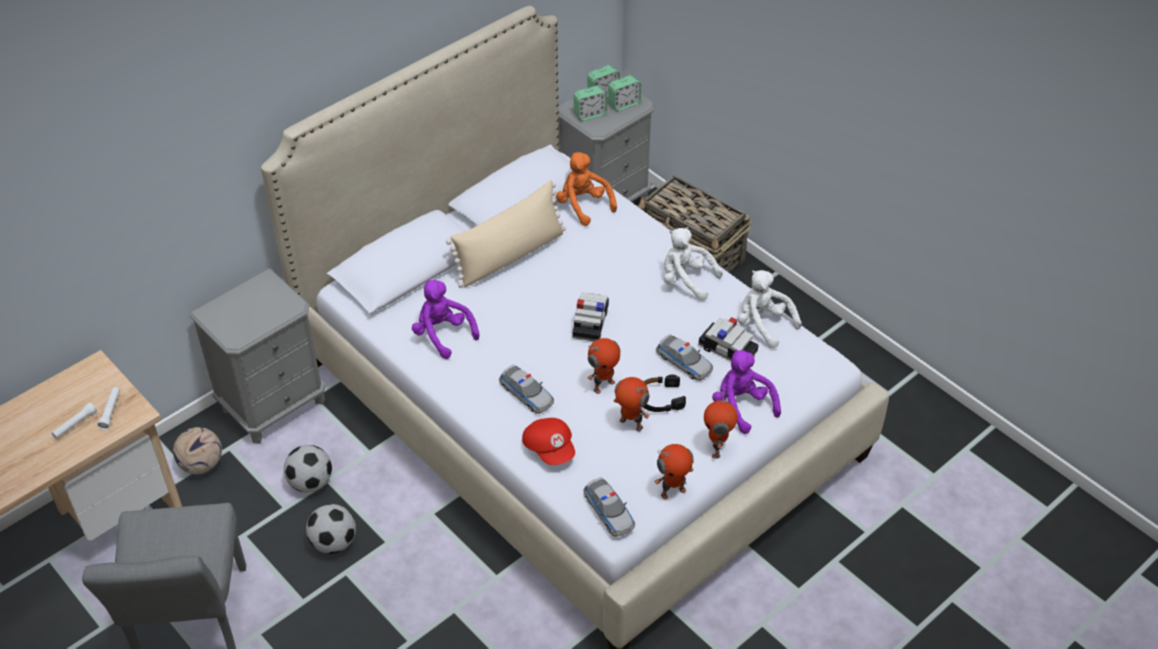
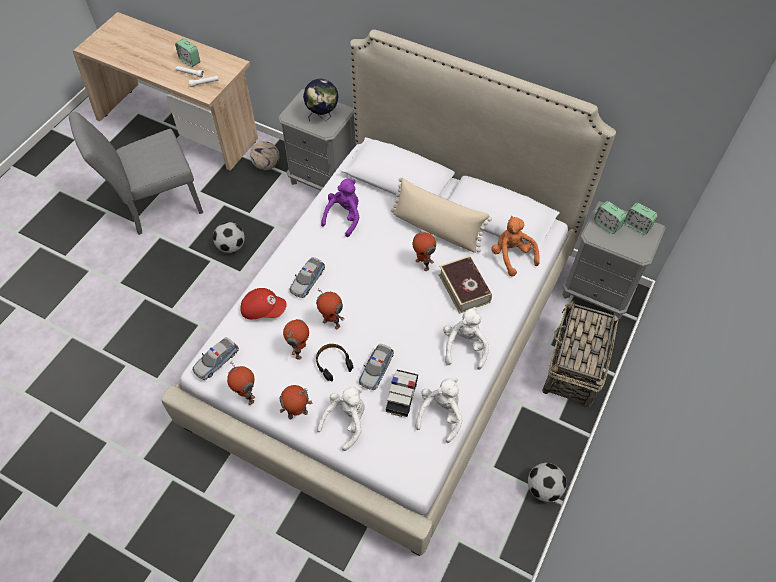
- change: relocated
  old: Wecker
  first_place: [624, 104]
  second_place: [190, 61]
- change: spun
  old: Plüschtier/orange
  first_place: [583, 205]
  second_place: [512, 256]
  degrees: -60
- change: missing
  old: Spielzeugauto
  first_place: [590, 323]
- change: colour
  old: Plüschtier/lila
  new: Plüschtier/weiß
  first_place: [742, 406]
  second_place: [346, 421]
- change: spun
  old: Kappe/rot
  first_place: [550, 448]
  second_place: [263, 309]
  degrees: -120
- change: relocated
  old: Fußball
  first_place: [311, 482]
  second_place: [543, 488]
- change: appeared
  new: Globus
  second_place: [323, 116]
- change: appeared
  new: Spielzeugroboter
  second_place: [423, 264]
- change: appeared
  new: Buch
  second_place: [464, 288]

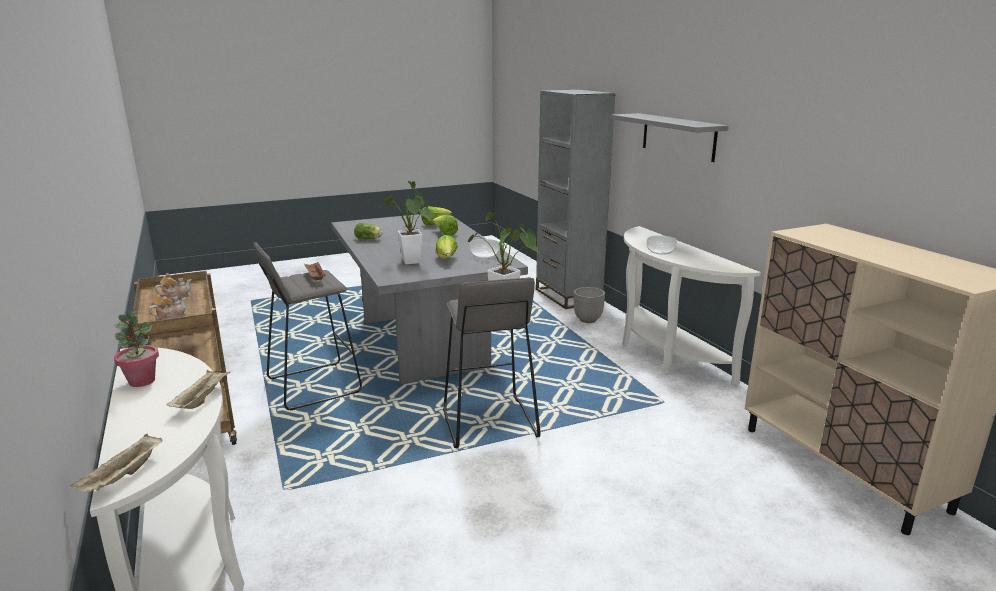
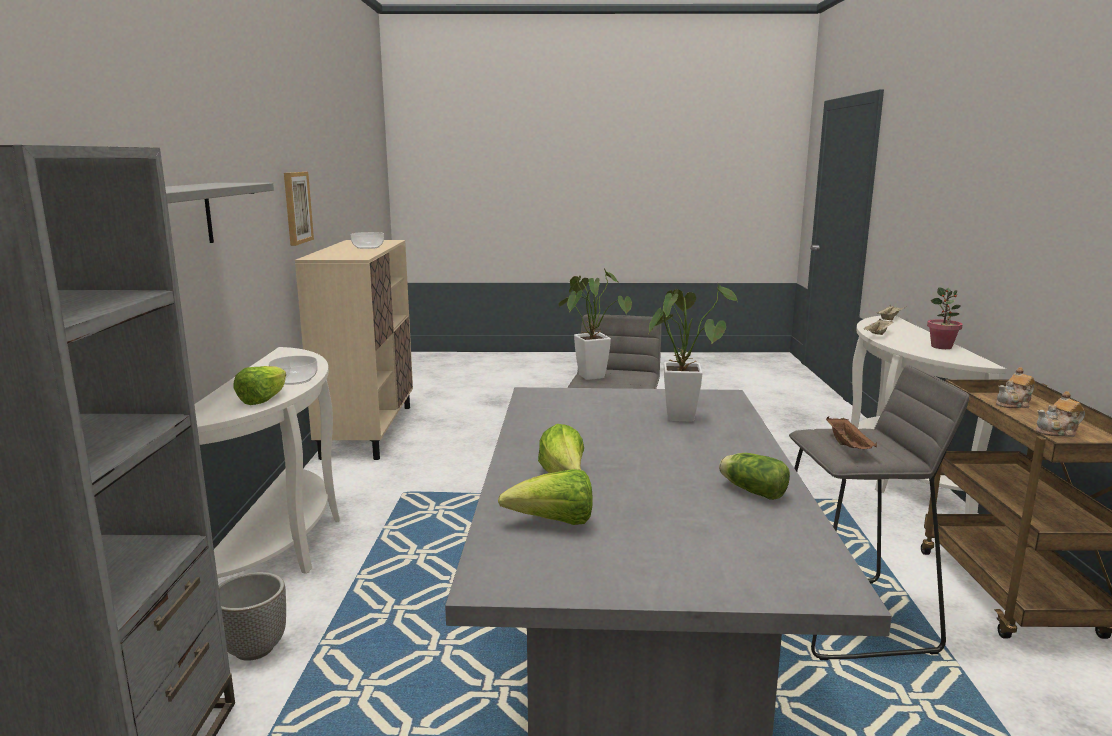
- change: relocated
  old: Salatkopf
  first_place: [446, 259]
  second_place: [263, 400]
- change: relocated
  old: Schüssel
  first_place: [484, 255]
  second_place: [367, 247]
- change: appeared
  new: Bild
  second_place: [296, 207]

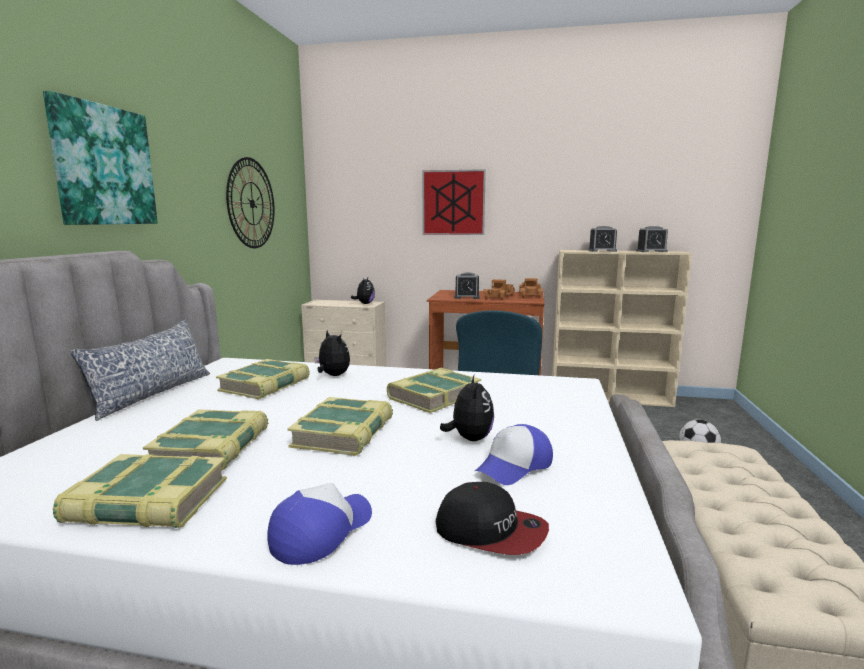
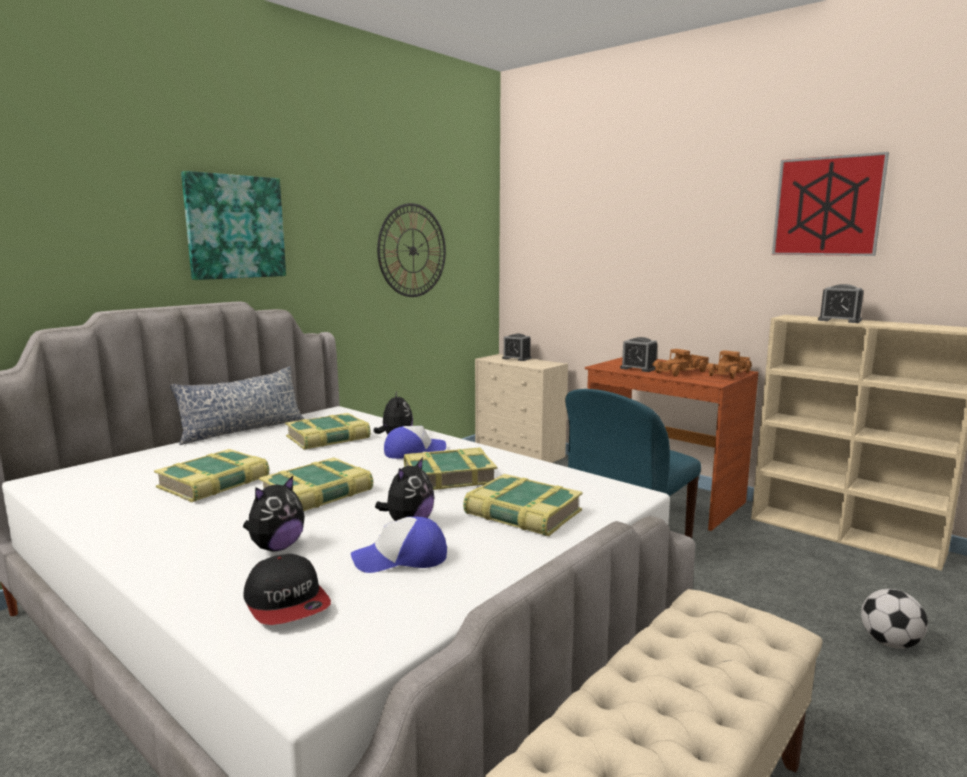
- change: relocated
  old: Bild
  first_place: [453, 202]
  second_place: [827, 206]
- change: relocated
  old: Wecker
  first_place: [651, 251]
  second_place: [516, 358]
- change: relocated
  old: Plüschtier
  first_place: [364, 303]
  second_place: [276, 547]
- change: relocated
  old: Buch
  first_place: [147, 502]
  second_place: [522, 514]
- change: relocated
  old: Kappe
  first_place: [321, 532]
  second_place: [414, 451]

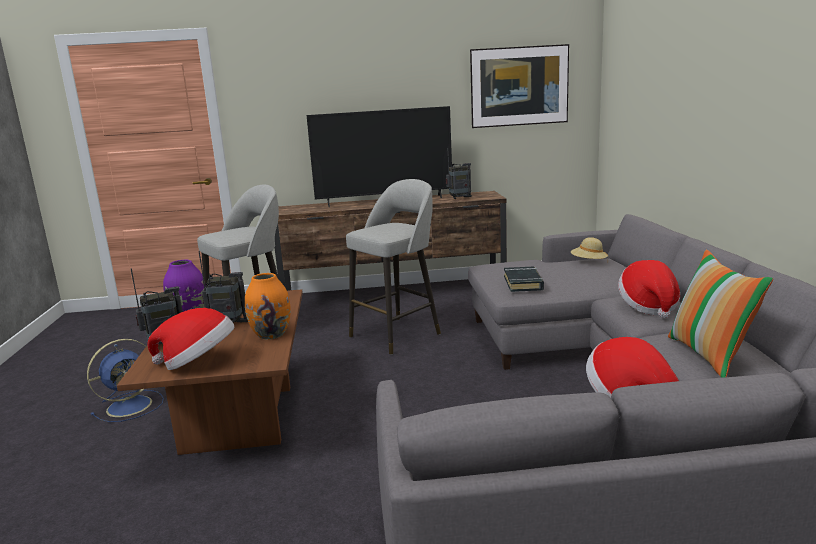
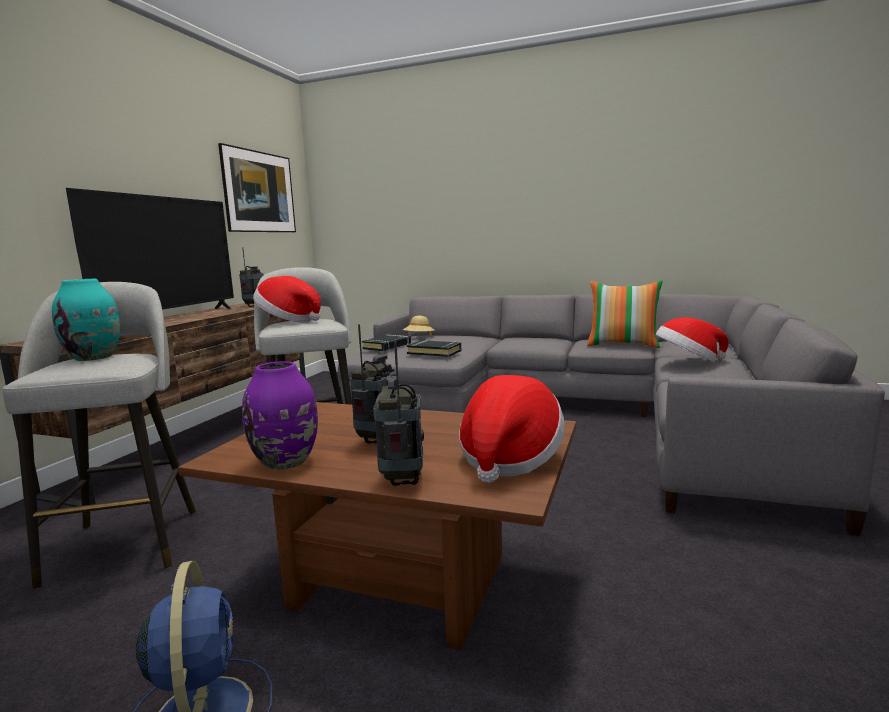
- change: relocated
  old: Hut
  first_place: [648, 306]
  second_place: [288, 321]
- change: missing
  old: Vase/orange
  first_place: [271, 334]
- change: appeared
  new: Vase/türkis
  second_place: [94, 357]
- change: appeared
  new: Buch/schwarz
  second_place: [387, 346]

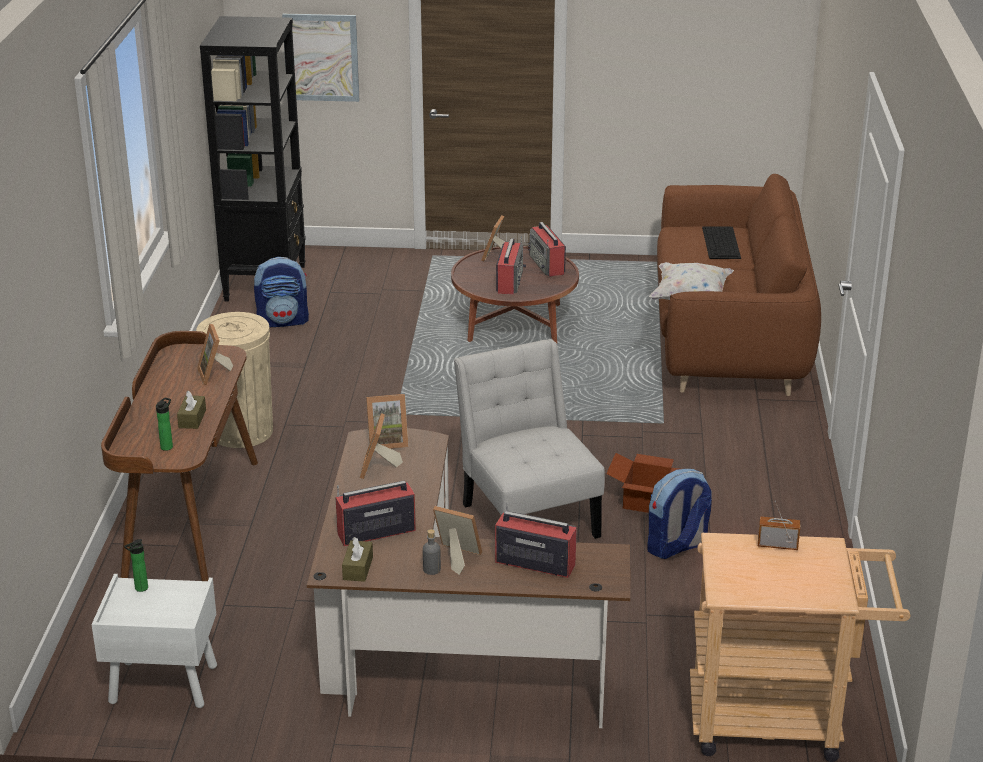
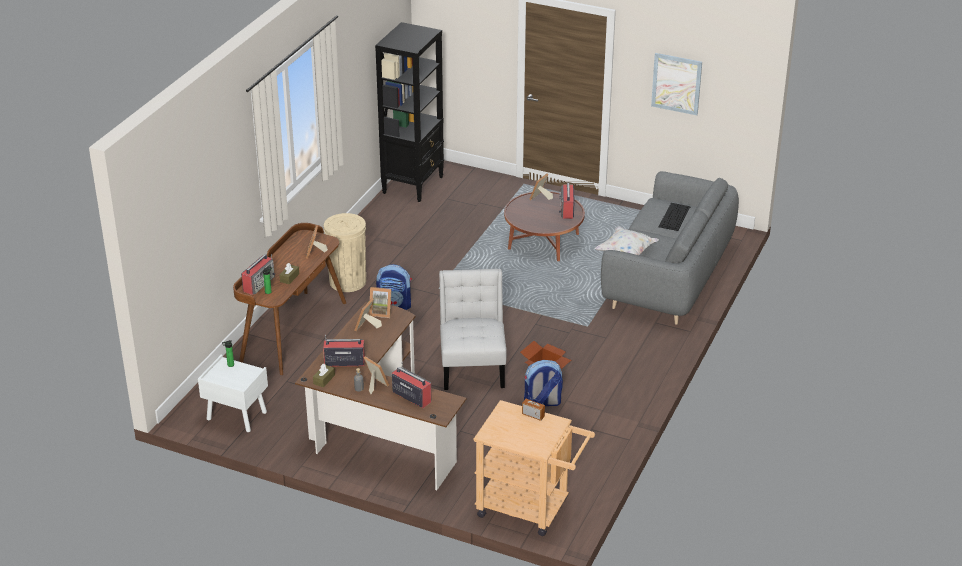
- change: relocated
  old: Bild
  first_place: [321, 57]
  second_place: [676, 83]
- change: colour
  old: Sofa/braun
  new: Sofa/grau
  first_place: [729, 338]
  second_place: [668, 278]
- change: relocated
  old: Radio
  first_place: [509, 281]
  second_place: [259, 283]
- change: relocated
  old: Rucksack
  first_place: [283, 321]
  second_place: [395, 305]

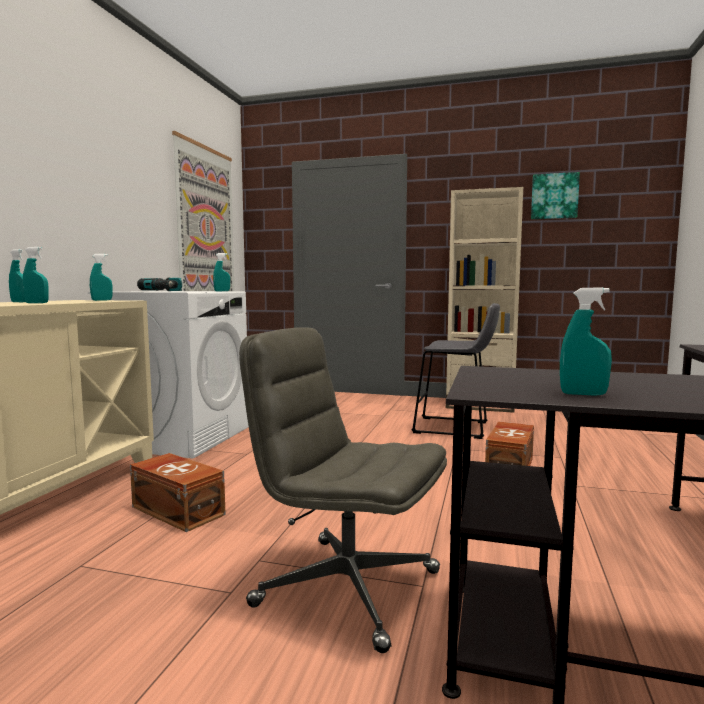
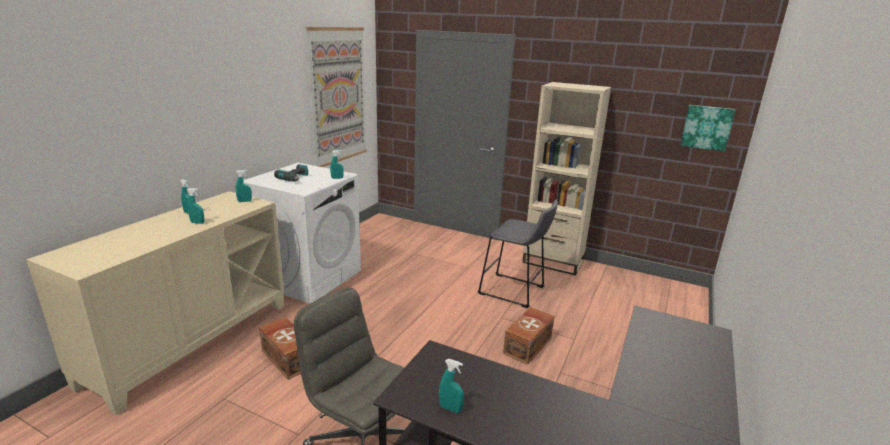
- change: relocated
  old: Bild
  first_place: [554, 196]
  second_place: [707, 127]

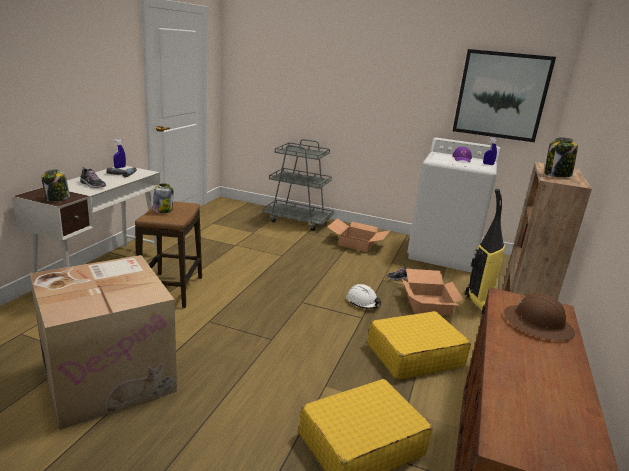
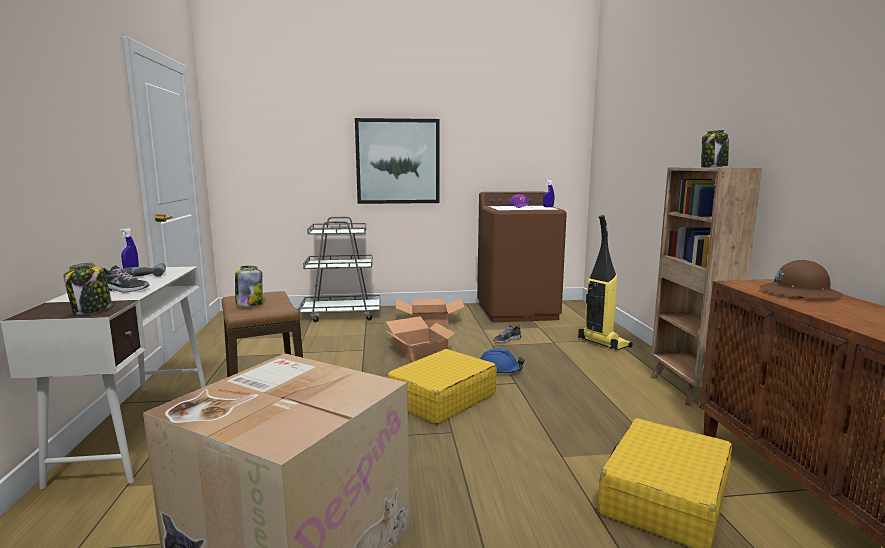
- change: relocated
  old: Bild
  first_place: [501, 95]
  second_place: [398, 161]
- change: colour
  old: Waschmaschine/weiß
  new: Waschmaschine/braun
  first_place: [443, 254]
  second_place: [517, 311]
- change: relocated
  old: Karton
  first_place: [429, 304]
  second_place: [421, 350]
- change: colour
  old: Schutzhelm/weiß
  new: Schutzhelm/blau
  first_place: [363, 302]
  second_place: [500, 369]
- change: relocated
  old: Koffer/gelb
  first_place: [414, 355]
  second_place: [441, 399]

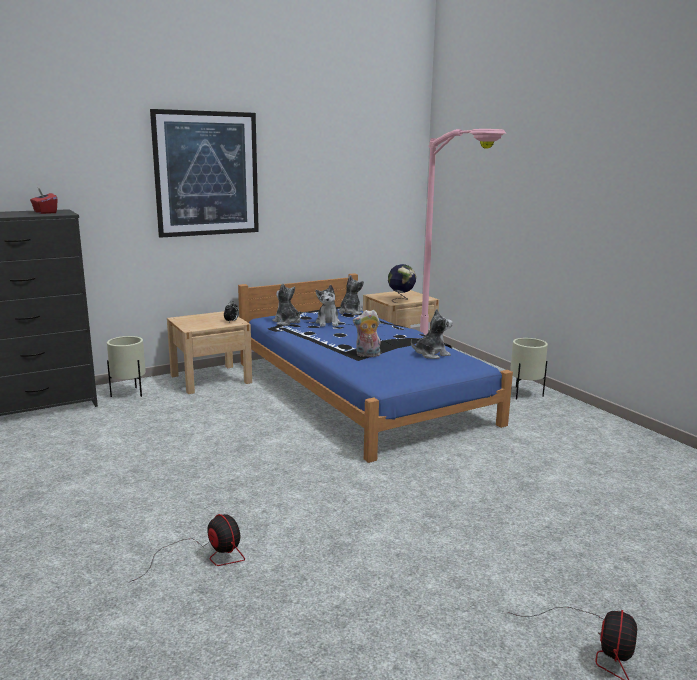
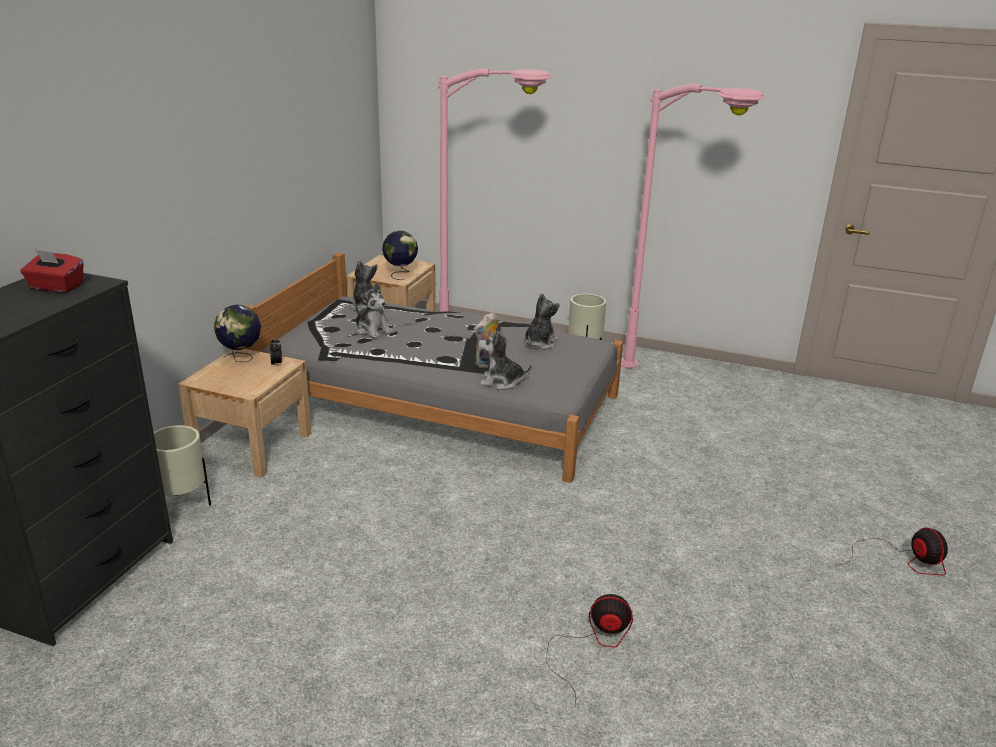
- change: missing
  old: Bild
  first_place: [207, 174]
- change: colour
  old: Bett/blau
  new: Bett/grau
  first_place: [359, 391]
  second_place: [440, 403]
- change: relocated
  old: Plüschtier
  first_place: [287, 322]
  second_place: [501, 382]
- change: appeared
  new: Stehlampe/rosa
  second_place: [676, 384]
- change: appeared
  new: Globus
  second_place: [241, 358]

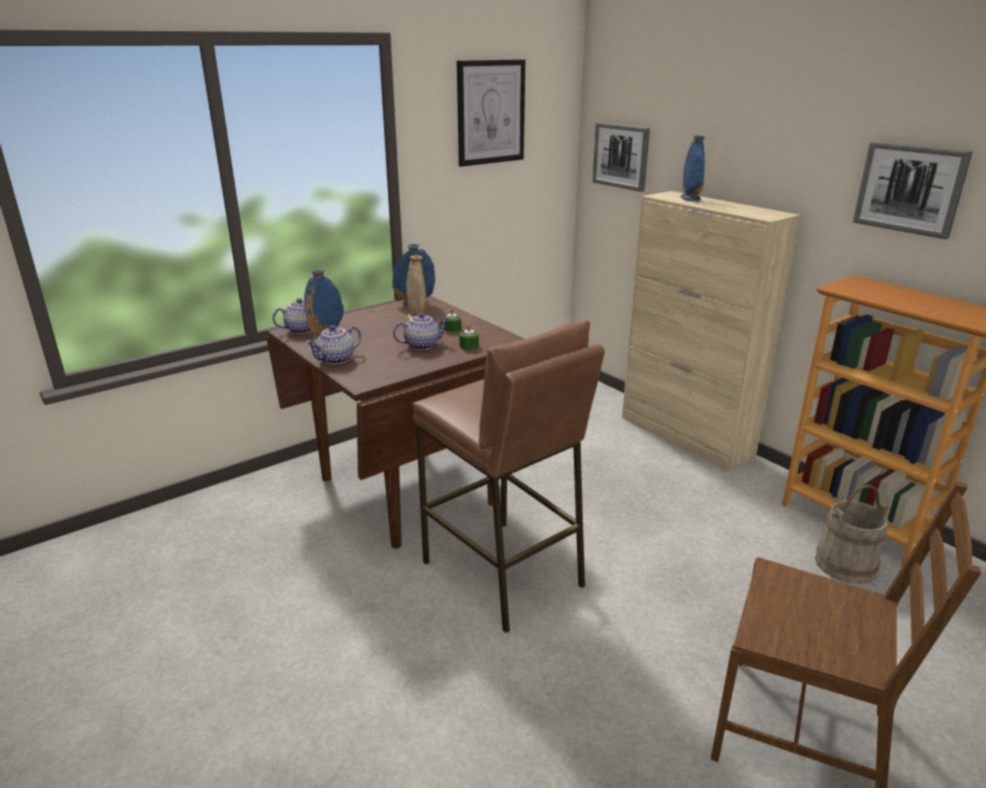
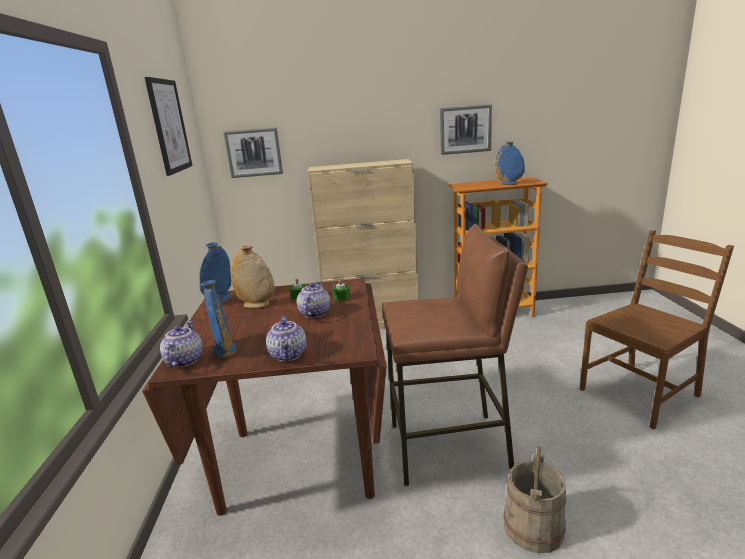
- change: relocated
  old: Vase/blau
  first_place: [690, 199]
  second_place: [509, 184]
- change: relocated
  old: Eimer/beige
  first_place: [845, 565]
  second_place: [534, 527]

